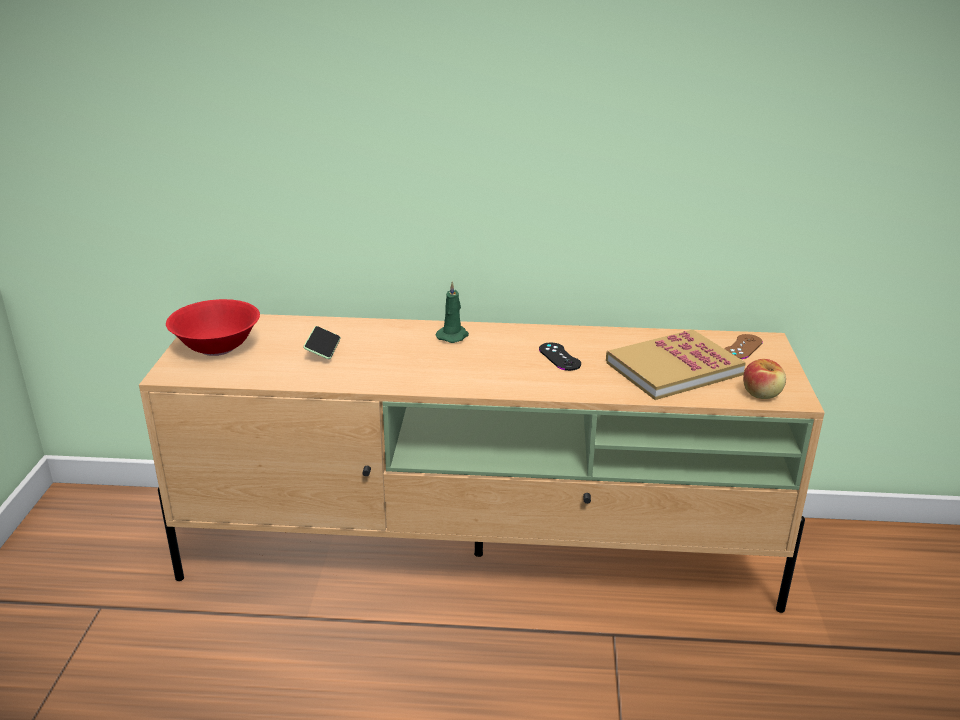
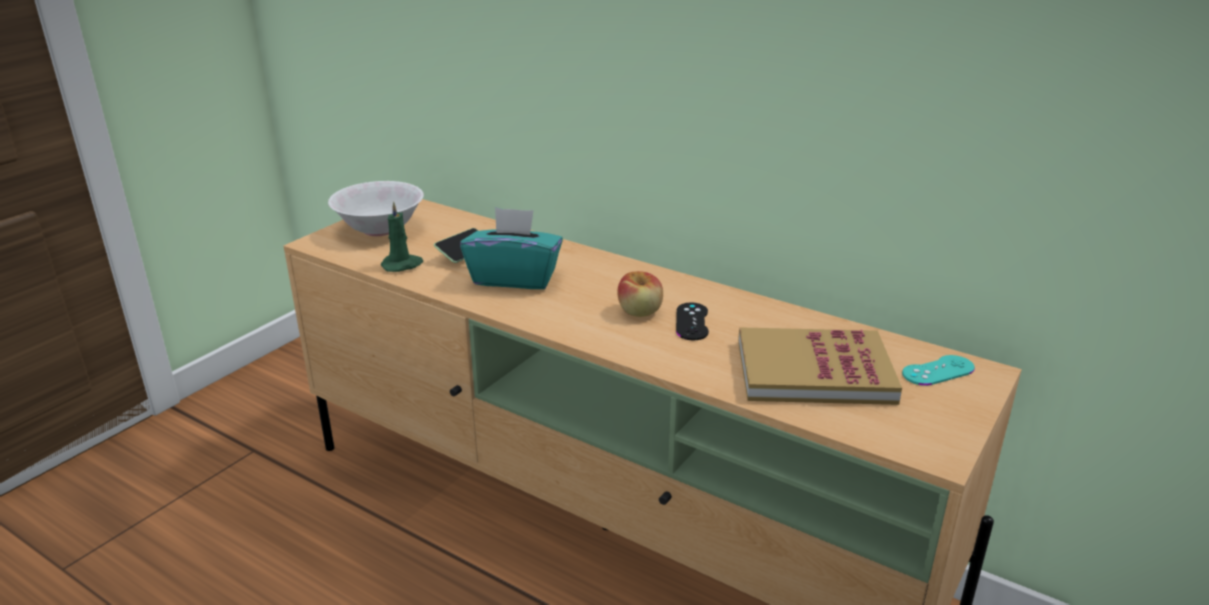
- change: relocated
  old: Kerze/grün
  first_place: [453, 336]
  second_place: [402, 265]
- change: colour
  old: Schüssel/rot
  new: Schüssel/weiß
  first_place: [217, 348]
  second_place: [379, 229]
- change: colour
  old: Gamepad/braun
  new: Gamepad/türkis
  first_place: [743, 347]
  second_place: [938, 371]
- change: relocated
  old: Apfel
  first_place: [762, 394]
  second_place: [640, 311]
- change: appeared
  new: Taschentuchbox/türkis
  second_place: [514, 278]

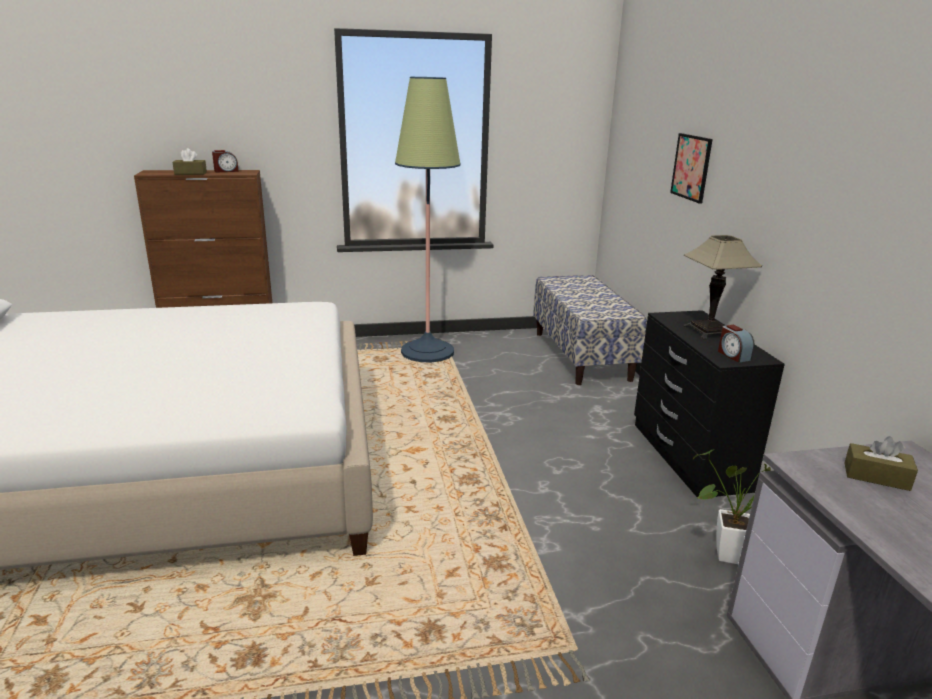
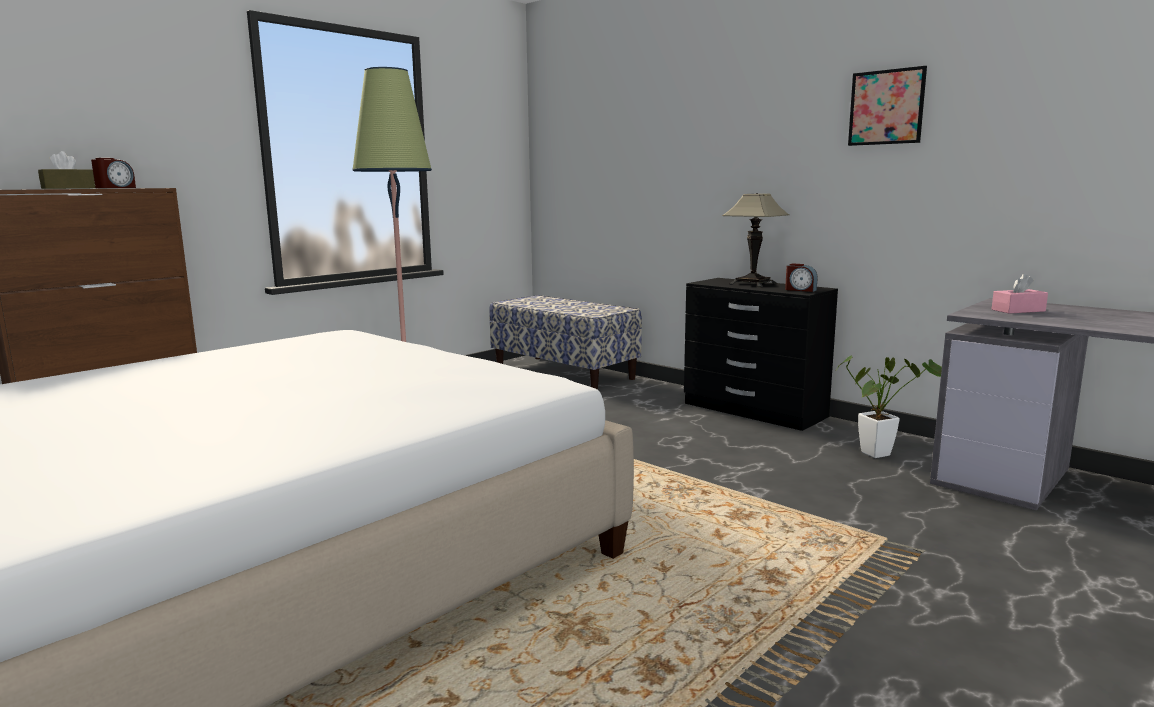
- change: relocated
  old: Bild
  first_place: [691, 167]
  second_place: [886, 107]
- change: colour
  old: Taschentuchbox/braun
  new: Taschentuchbox/rosa
  first_place: [876, 476]
  second_place: [1018, 310]

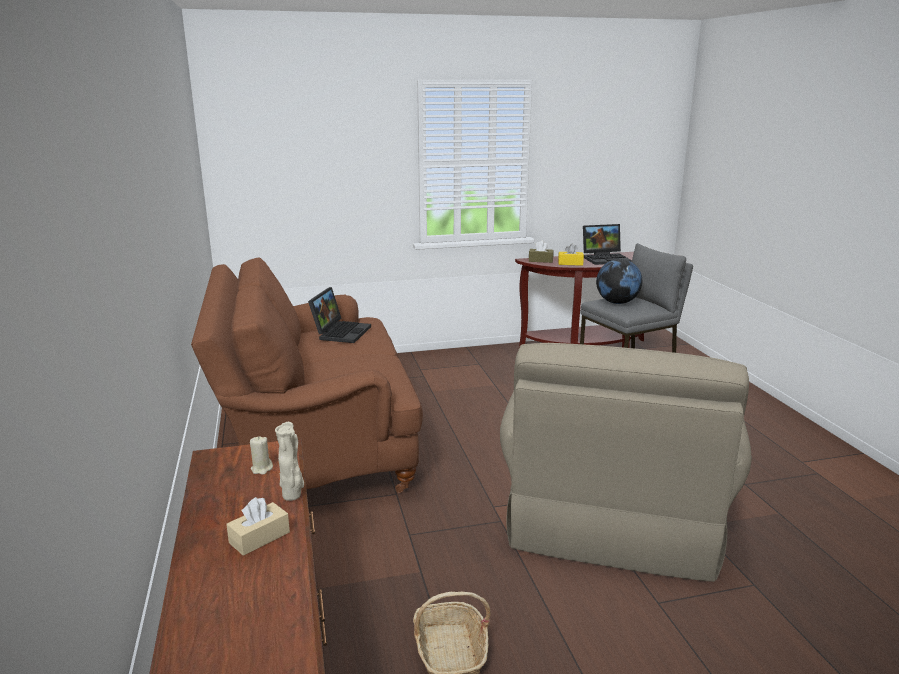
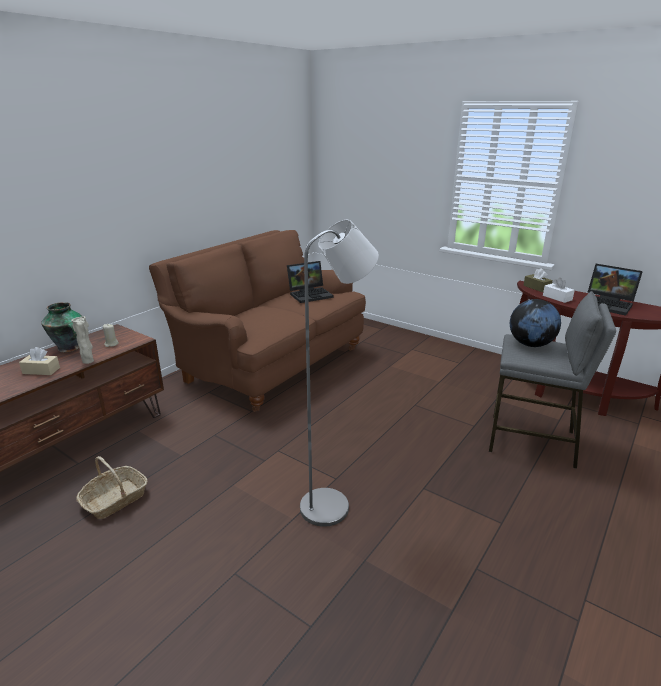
- change: colour
  old: Taschentuchbox/gelb
  new: Taschentuchbox/weiß
  first_place: [570, 263]
  second_place: [557, 298]
- change: exchanged
  old: Sessel/beige
  new: Stehlampe/grau
  first_place: [613, 511]
  second_place: [333, 504]
- change: appeared
  new: Vase
  second_place: [69, 348]

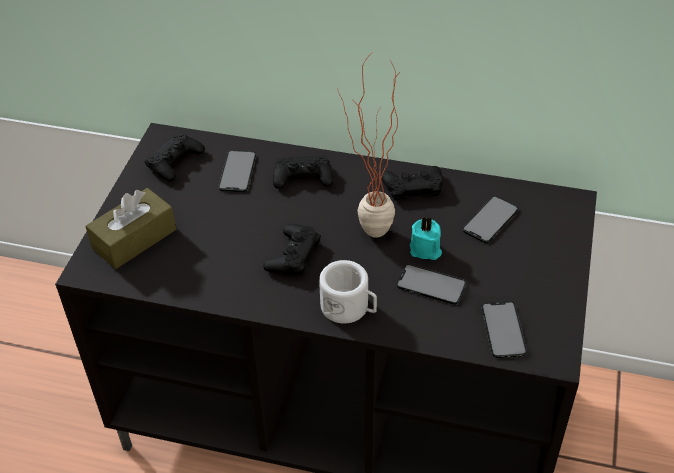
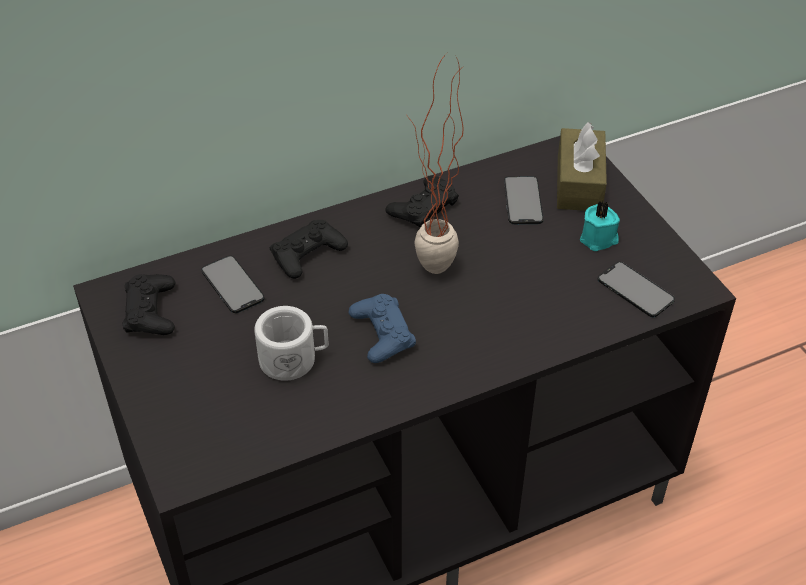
- change: relocated
  old: Taschentuchbox/braun
  first_place: [134, 239]
  second_place: [579, 183]
- change: relocated
  old: Kerze/türkis
  first_place: [425, 250]
  second_place: [599, 239]
- change: colour
  old: Gamepad/schwarz
  new: Gamepad/blau
  first_place: [293, 255]
  second_place: [382, 333]
- change: relocated
  old: Henkelbecher/weiß
  first_place: [349, 308]
  second_place: [294, 359]
- change: missing
  old: Handy
  first_place: [431, 285]

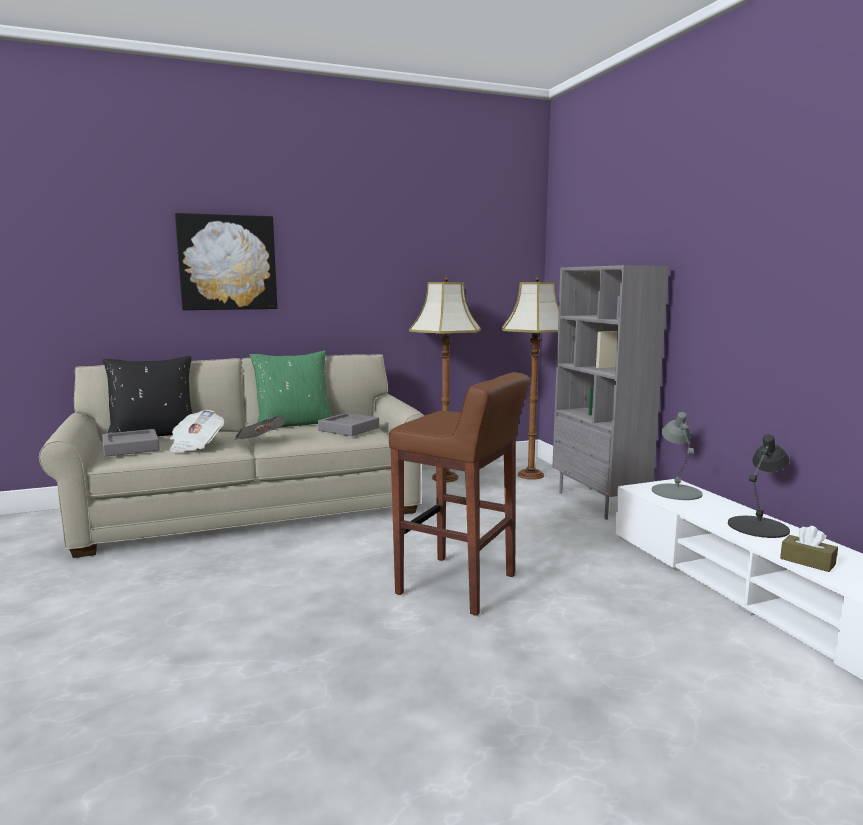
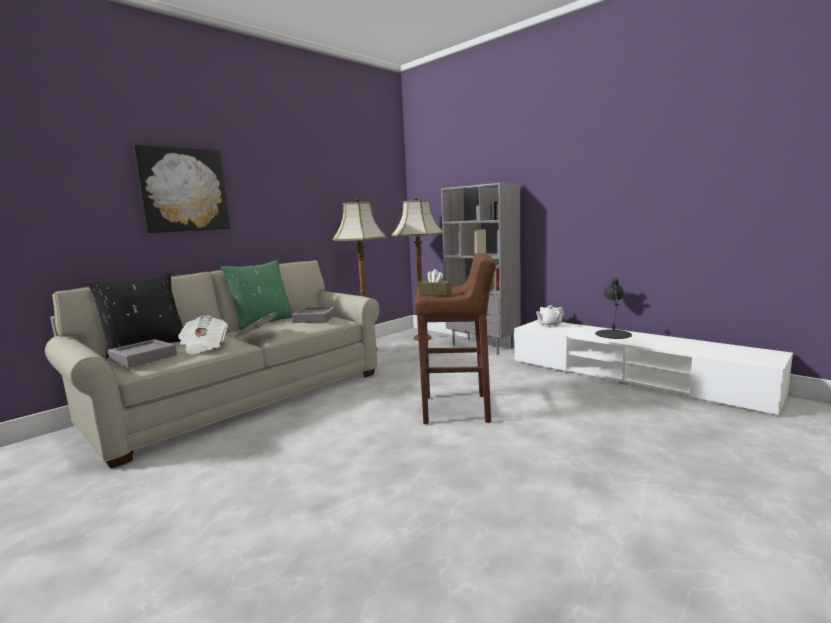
- change: exchanged
  old: Tischlampe/grau
  new: Teekanne/weiß
  first_place: [676, 491]
  second_place: [549, 325]
- change: relocated
  old: Taschentuchbox/braun
  first_place: [807, 561]
  second_place: [435, 294]

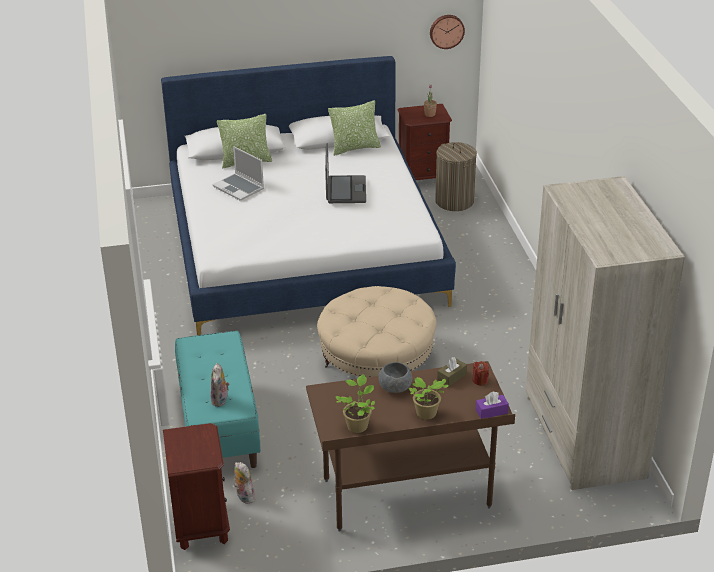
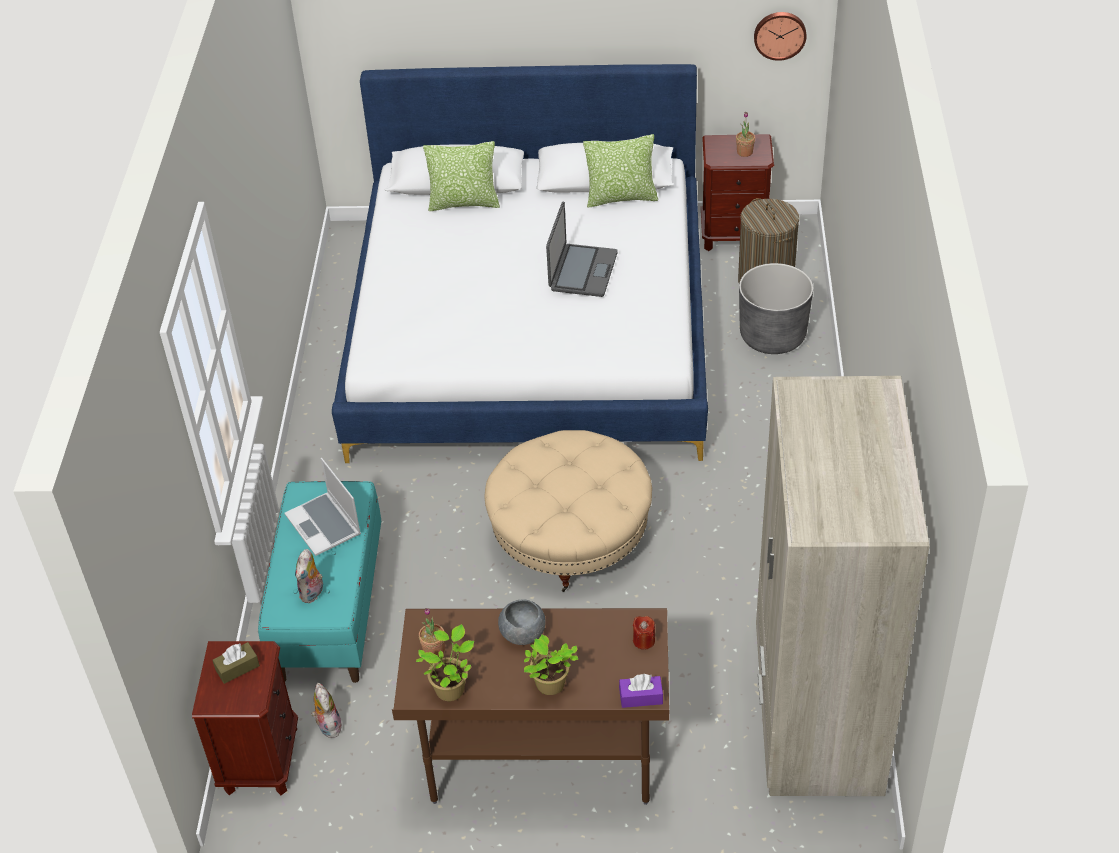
- change: relocated
  old: Laptop
  first_place: [239, 188]
  second_place: [324, 525]
- change: relocated
  old: Taschentuchbox/braun
  first_place: [451, 377]
  second_place: [237, 668]
- change: appeared
  new: Pflanzkübel/grau
  second_place: [772, 336]
- change: appeared
  new: Topfpflanze
  second_place: [434, 650]

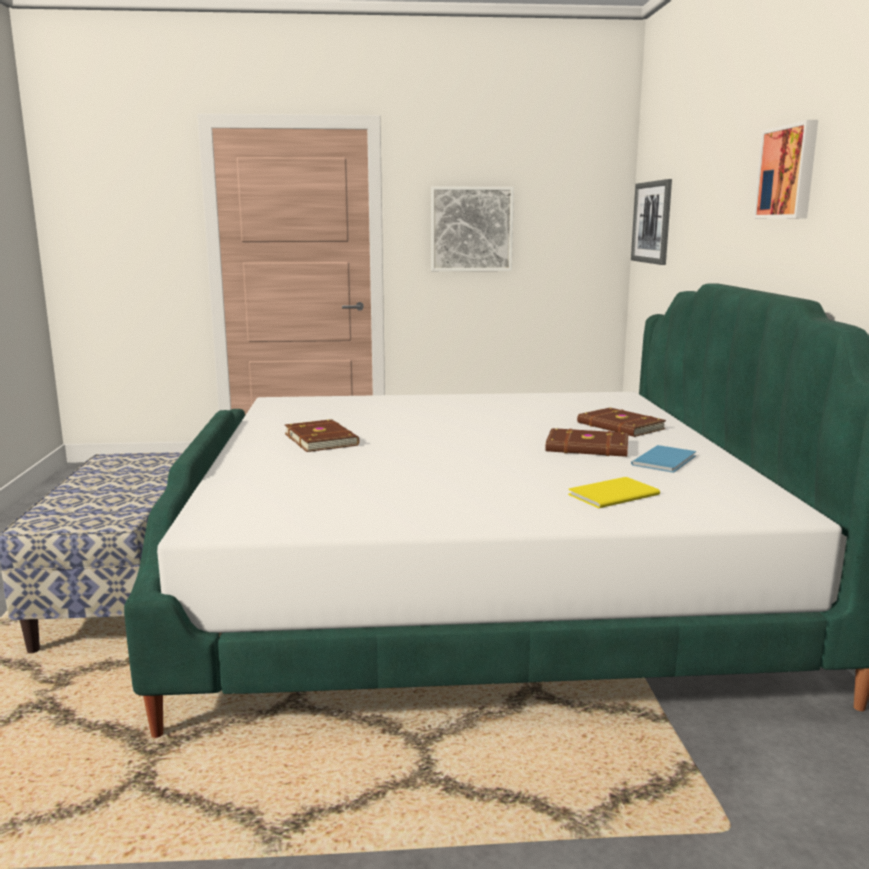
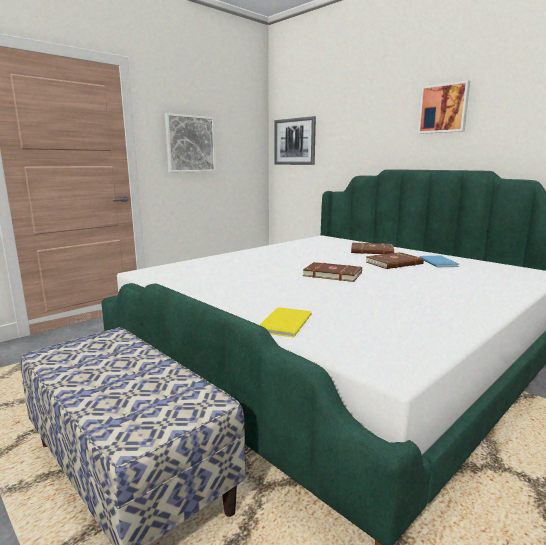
- change: relocated
  old: Buch/braun
  first_place: [322, 439]
  second_place: [332, 274]
- change: relocated
  old: Buch/gelb
  first_place: [610, 494]
  second_place: [283, 323]

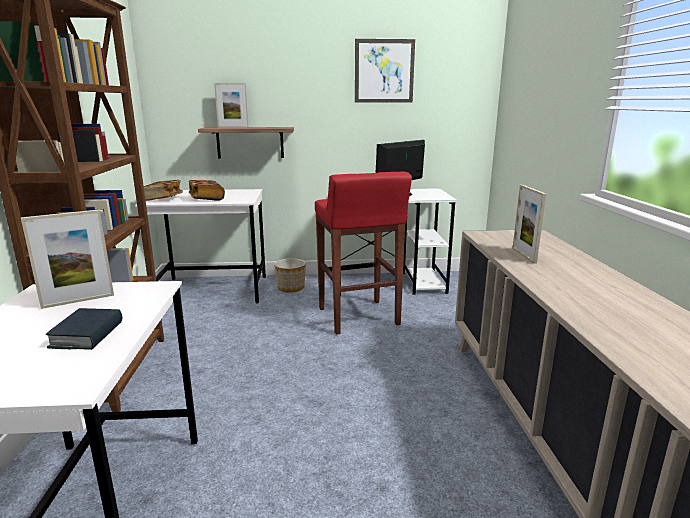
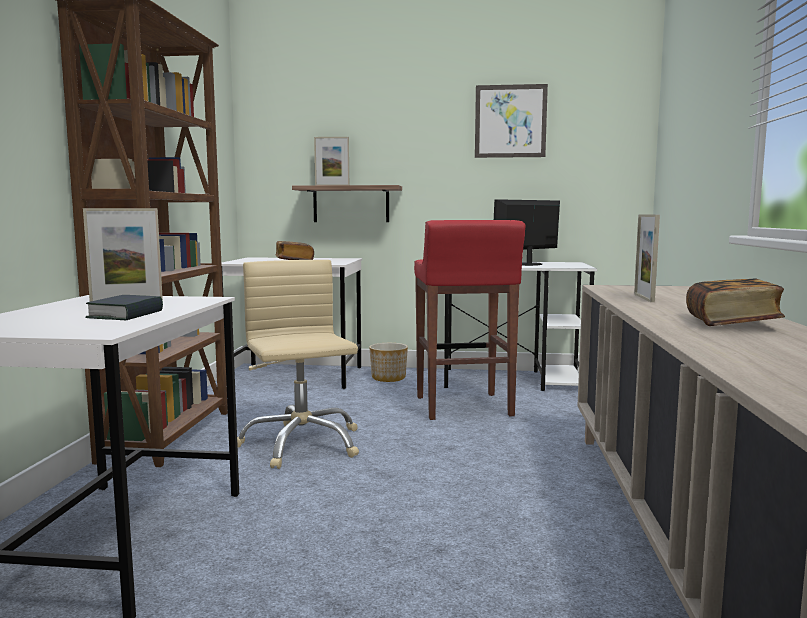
- change: relocated
  old: Buch
  first_place: [162, 199]
  second_place: [731, 323]
- change: appeared
  new: Bürostuhl/beige
  second_place: [301, 444]

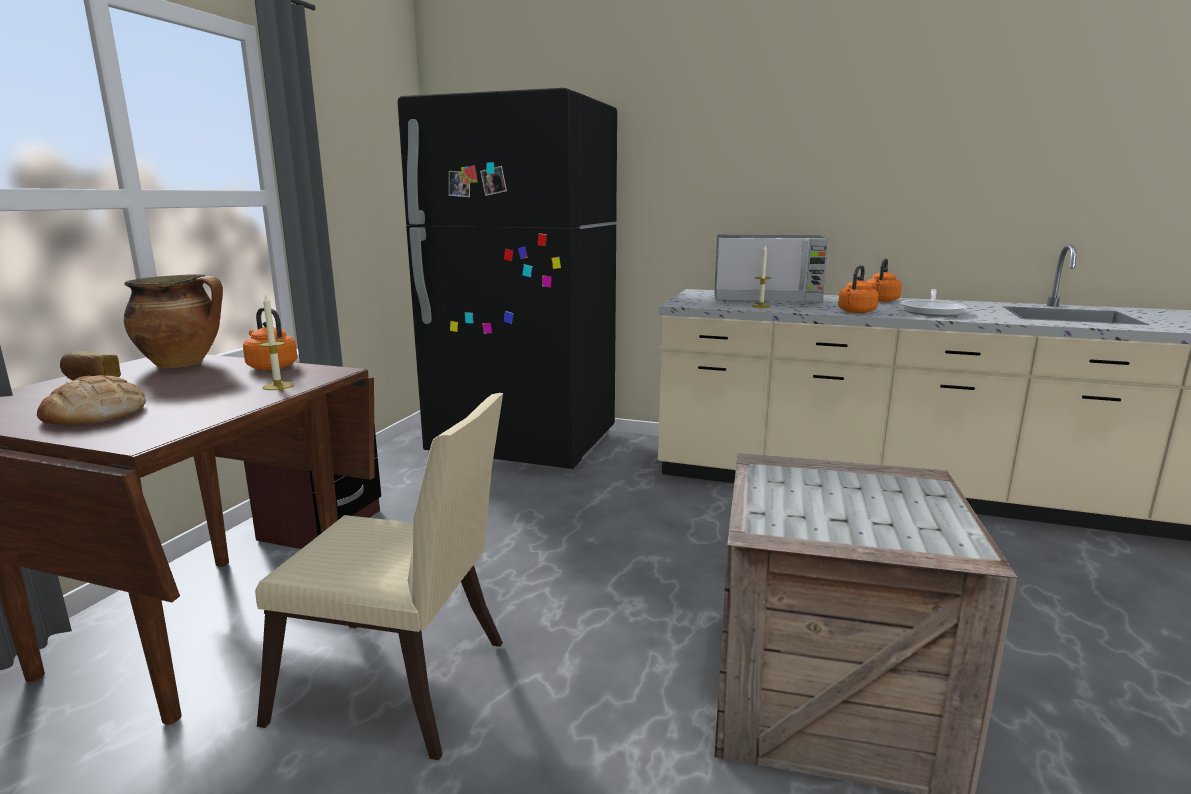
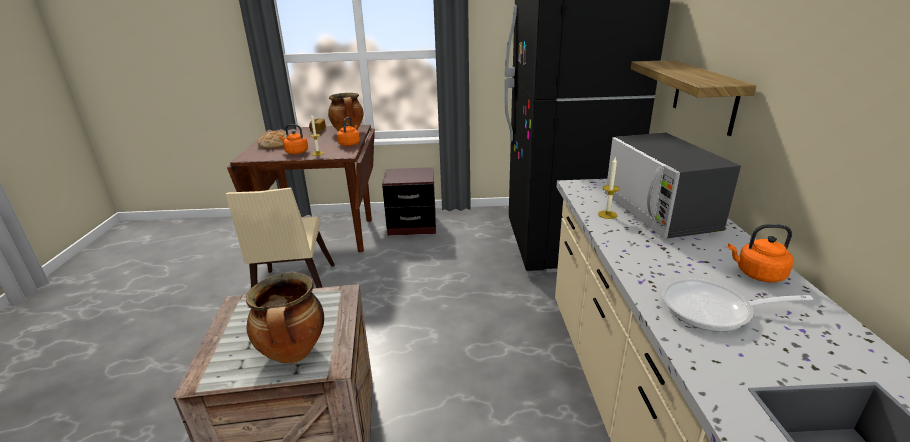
- change: relocated
  old: Wasserkessel/orange
  first_place: [855, 312]
  second_place: [295, 152]
- change: appeared
  new: Wandregal
  second_place: [704, 96]
- change: appeared
  new: Kochtopf
  second_place: [294, 353]

